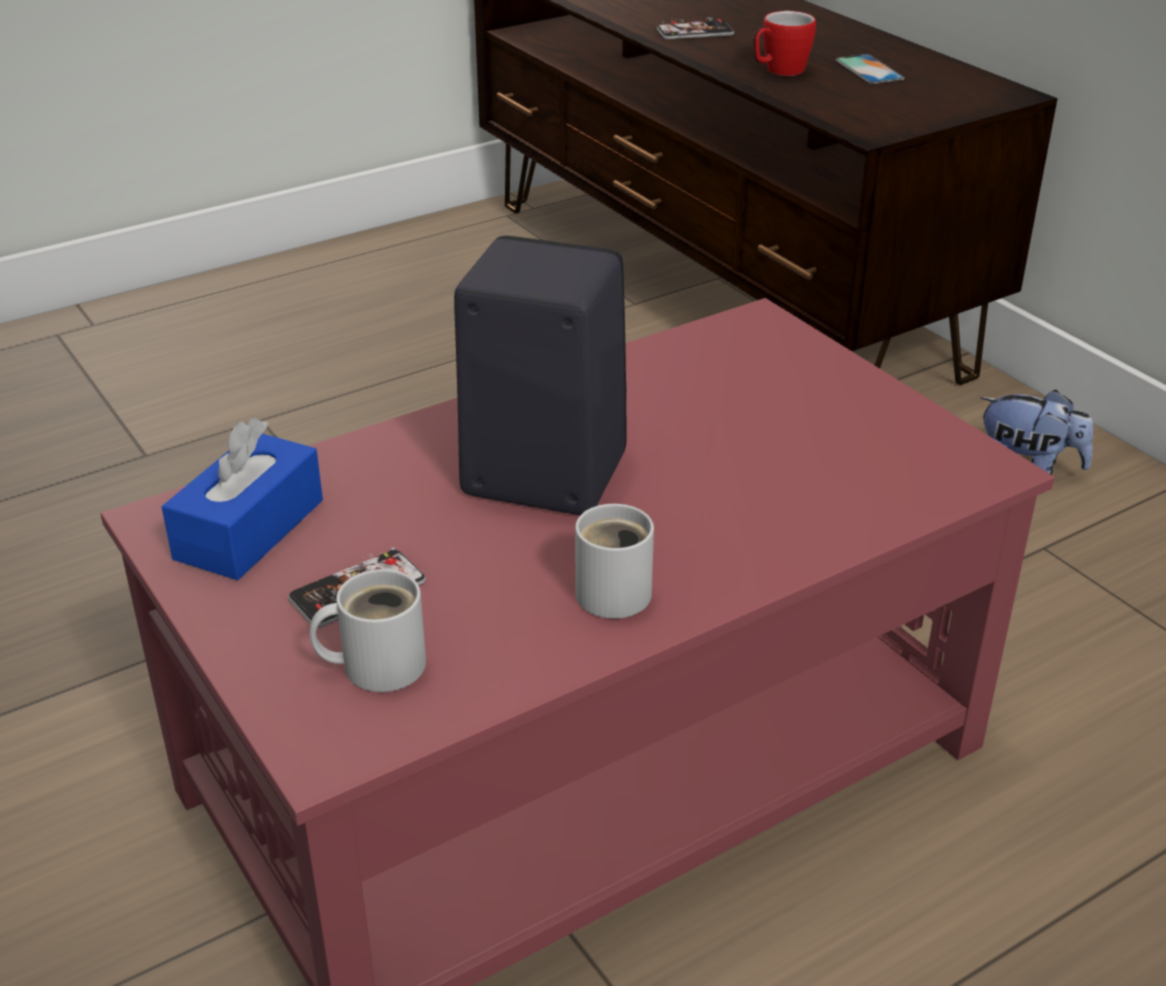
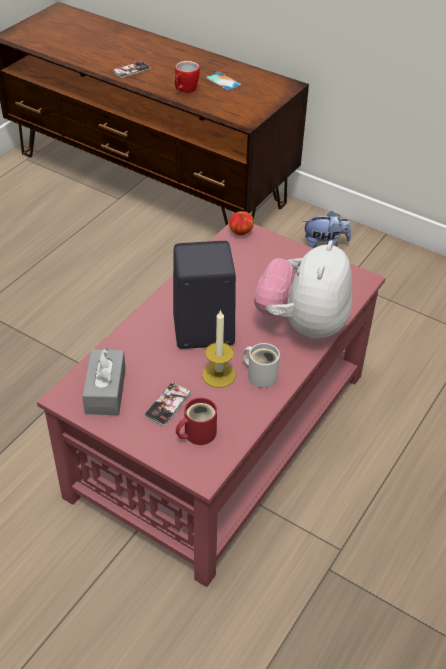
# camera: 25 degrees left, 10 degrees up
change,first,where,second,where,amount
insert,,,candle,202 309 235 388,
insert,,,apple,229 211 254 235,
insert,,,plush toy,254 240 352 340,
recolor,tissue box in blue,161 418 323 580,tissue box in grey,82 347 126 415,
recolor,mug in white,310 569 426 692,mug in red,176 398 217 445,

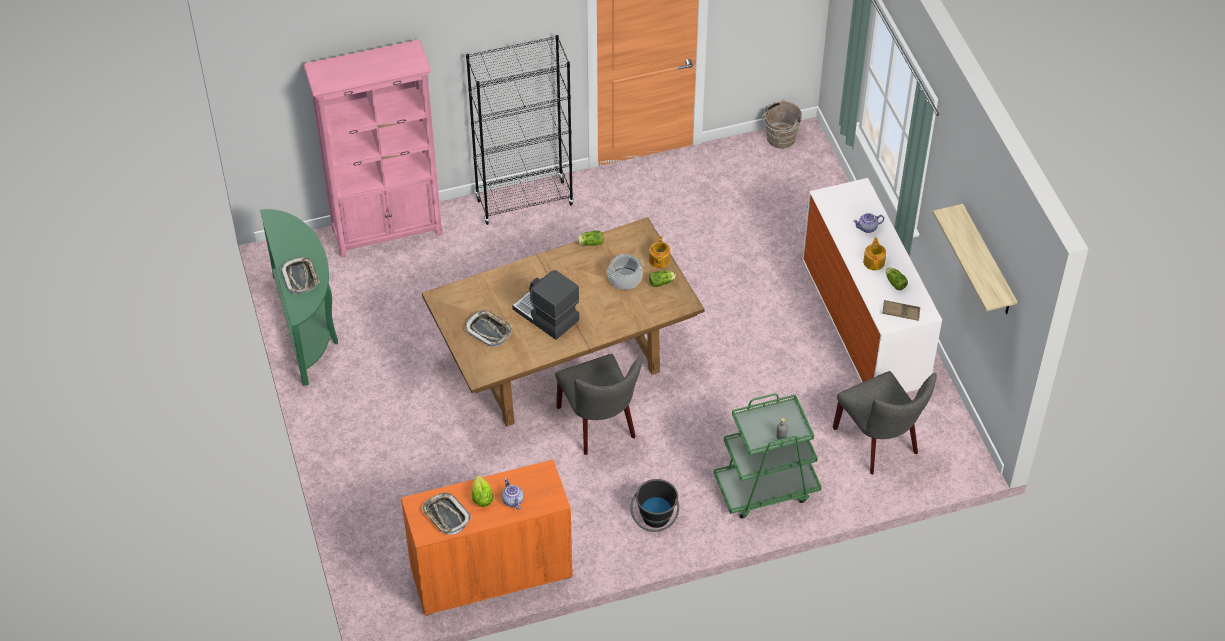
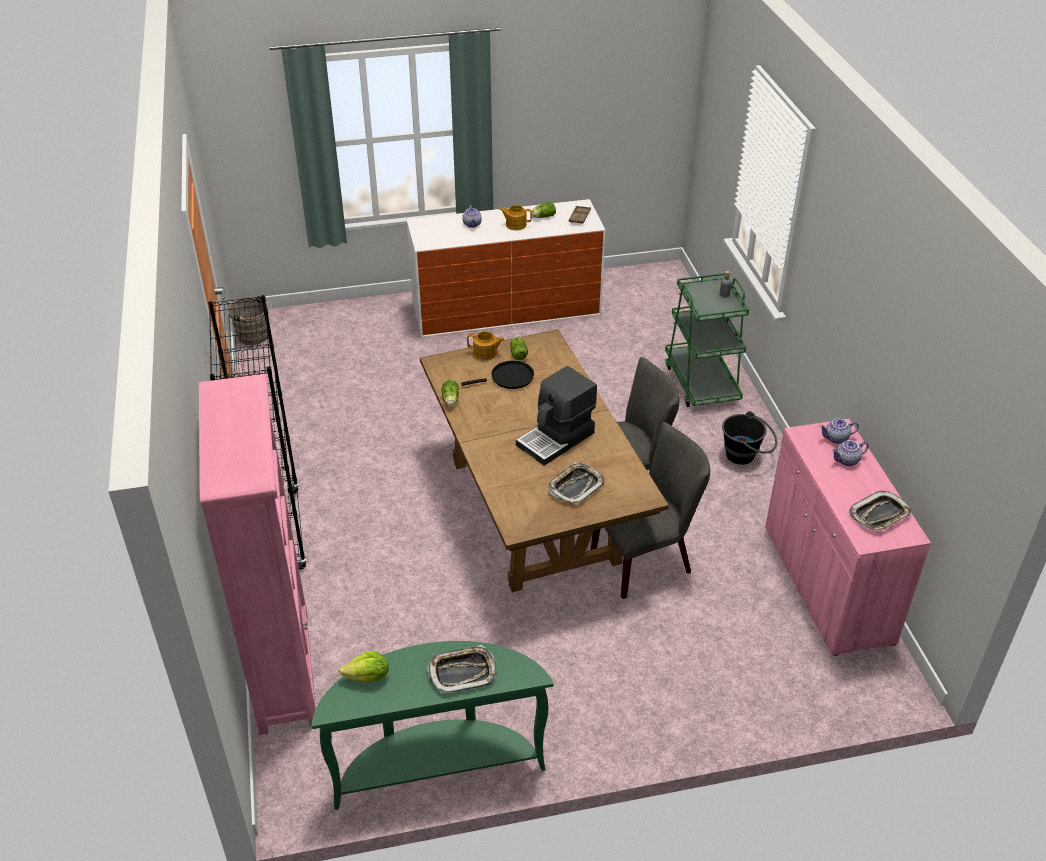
# camera: 85 degrees left, 10 degrees down
change,first,where,second,where,amount
delete,shelf,933 204 1017 314,,,
insert,,,teapot,819 419 859 444,
move,lettuce,472 475 493 507,,339 651 389 682,
move,chair in grey,833 371 937 474,,591 422 710 599,
replace,cooking pot,607 254 644 290,frying pan in black,461 360 534 389,
recolor,cabinet in orange,401 460 573 616,cabinet in pink,765 419 931 656,

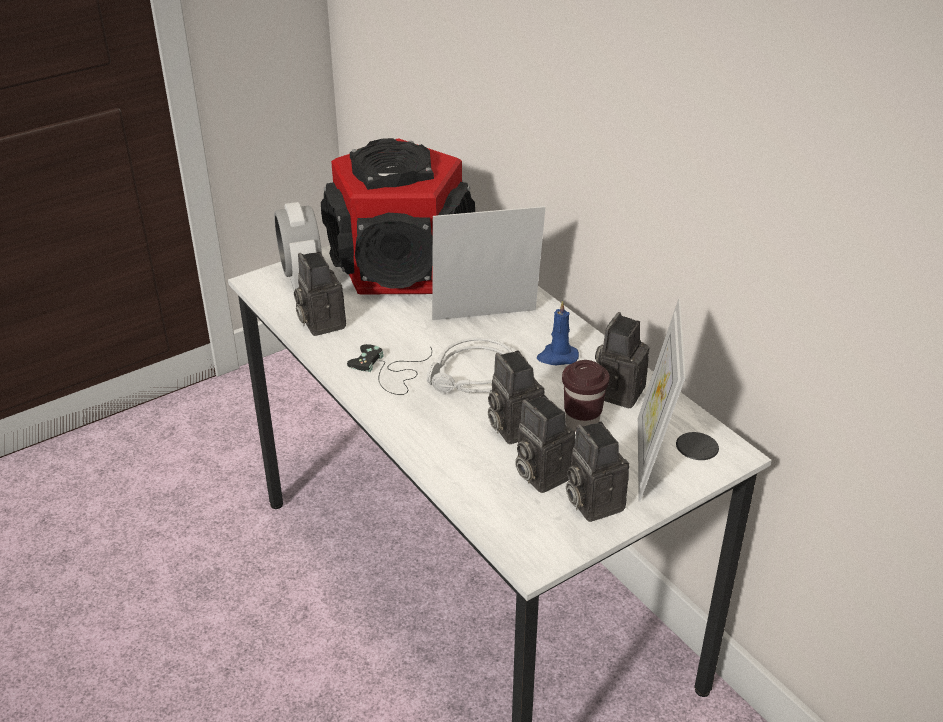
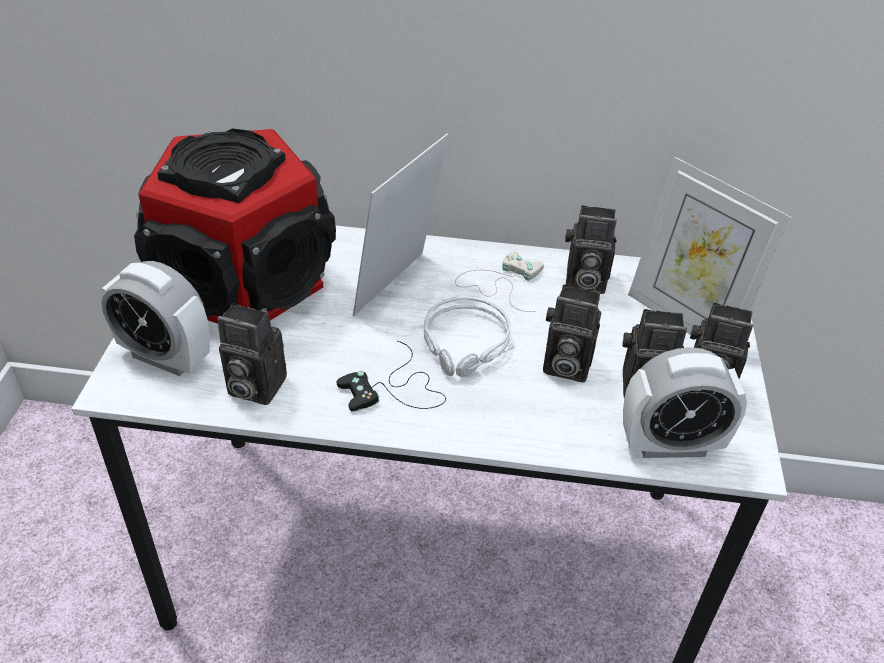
# camera: 50 degrees left, 5 degrees up
change,first,where,second,where,amount
delete,cup in brown,562 360 610 432,,,
insert,,,alarm clock,623 347 747 458,
replace,candle in blue,537 300 579 365,game controller in white,455 252 544 312,
rotate,photo camera,595 312 649 408,,565 205 617 294,60 degrees counterclockwise

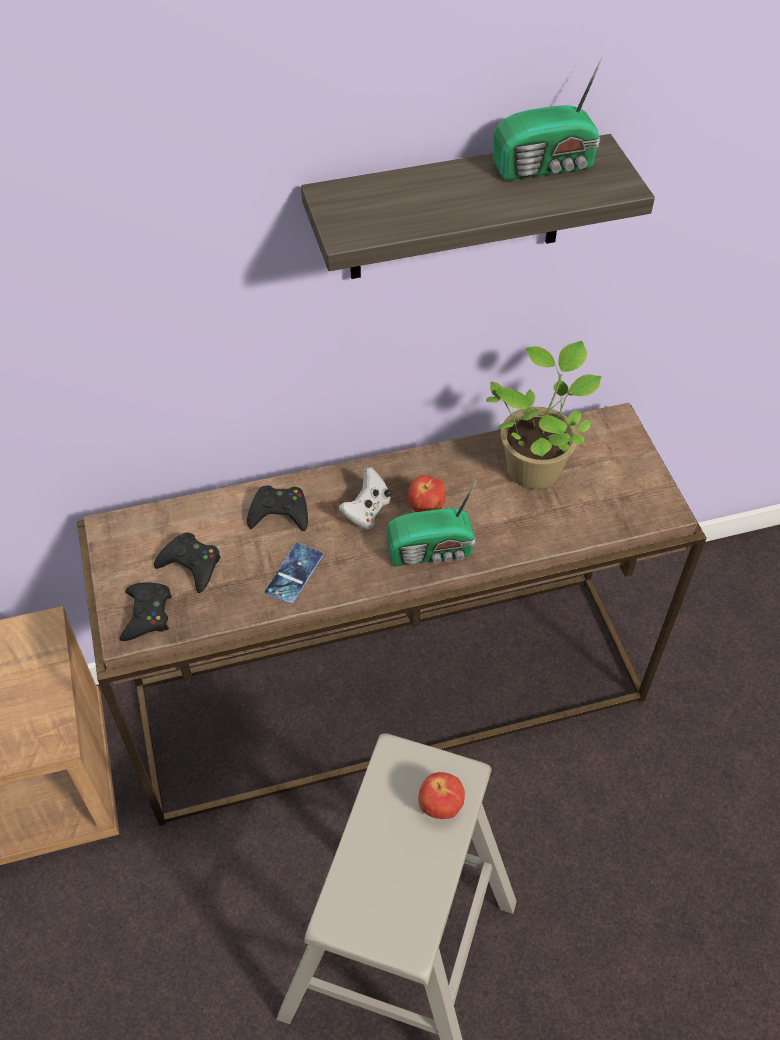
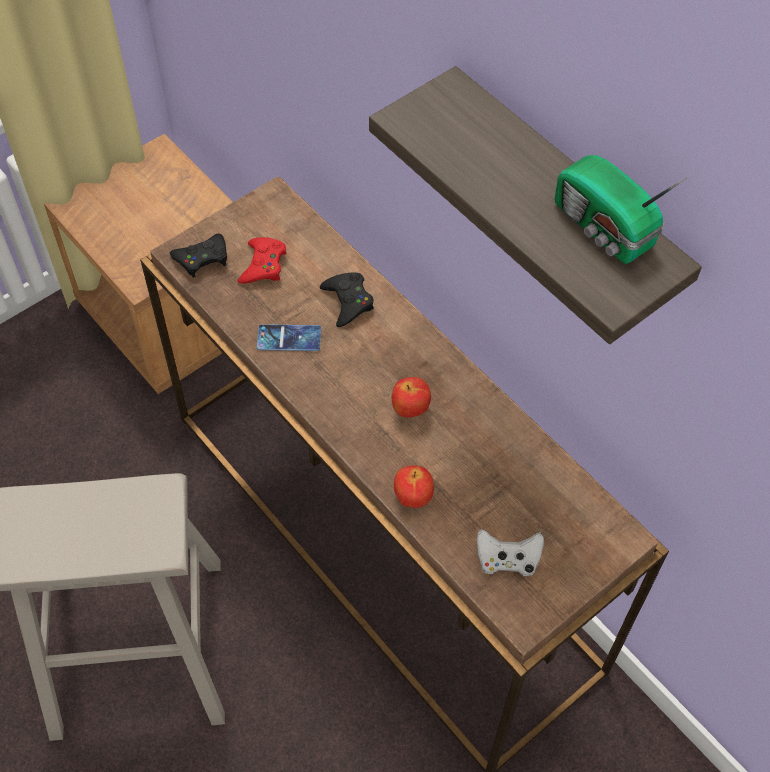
# camera: 65 degrees right, 5 degrees up
change,first,where,second,where,amount
delete,radio,386 479 478 566,,,
delete,potted plant,486 341 602 489,,,
move,game controller in white,338 467 392 529,,477 529 544 576,
move,apple,418 772 465 819,,394 465 434 508,
recolor,game controller in black,154 532 220 593,game controller in red,238 237 286 284,

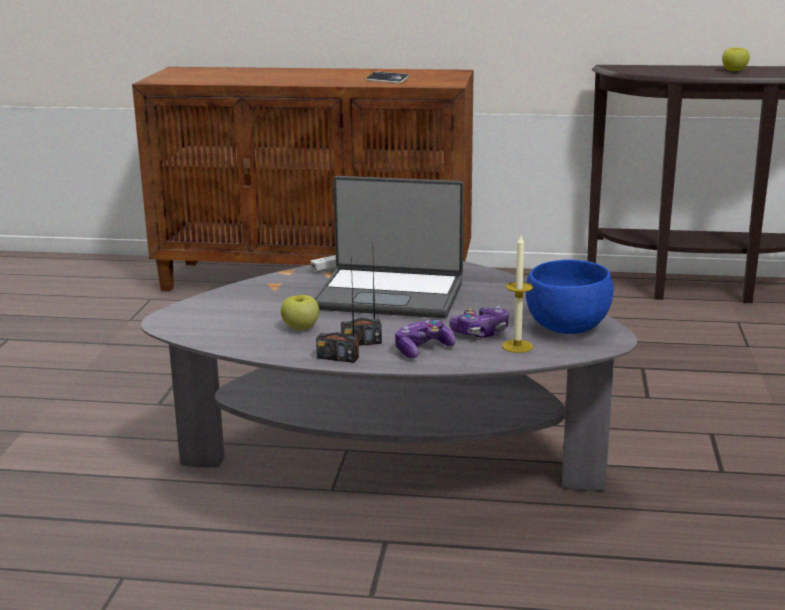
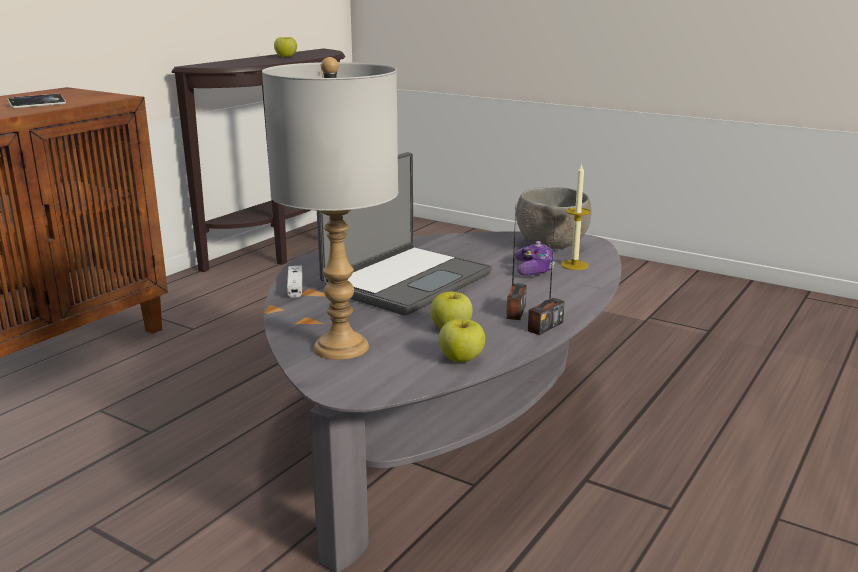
# camera: 65 degrees left, 0 degrees up
change,first,where,second,where,amount
delete,game controller,395 320 456 358,,,
insert,,,table lamp in grey,262 57 398 360,
insert,,,apple,439 319 485 362,
recolor,bowl in blue,526 260 614 334,bowl in grey,516 187 591 249,

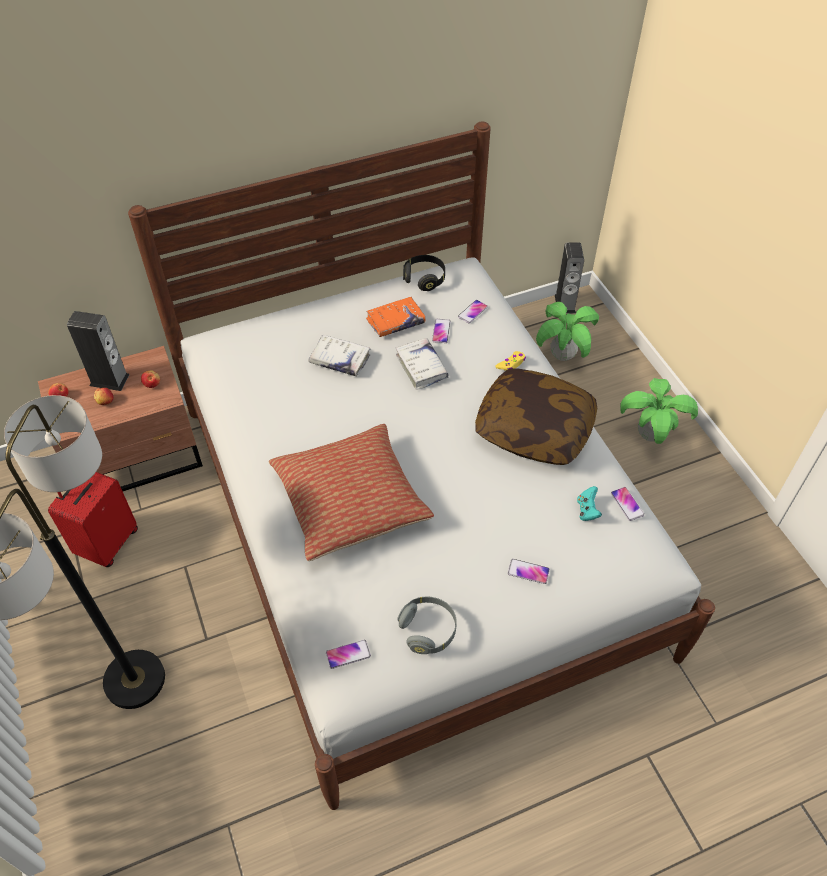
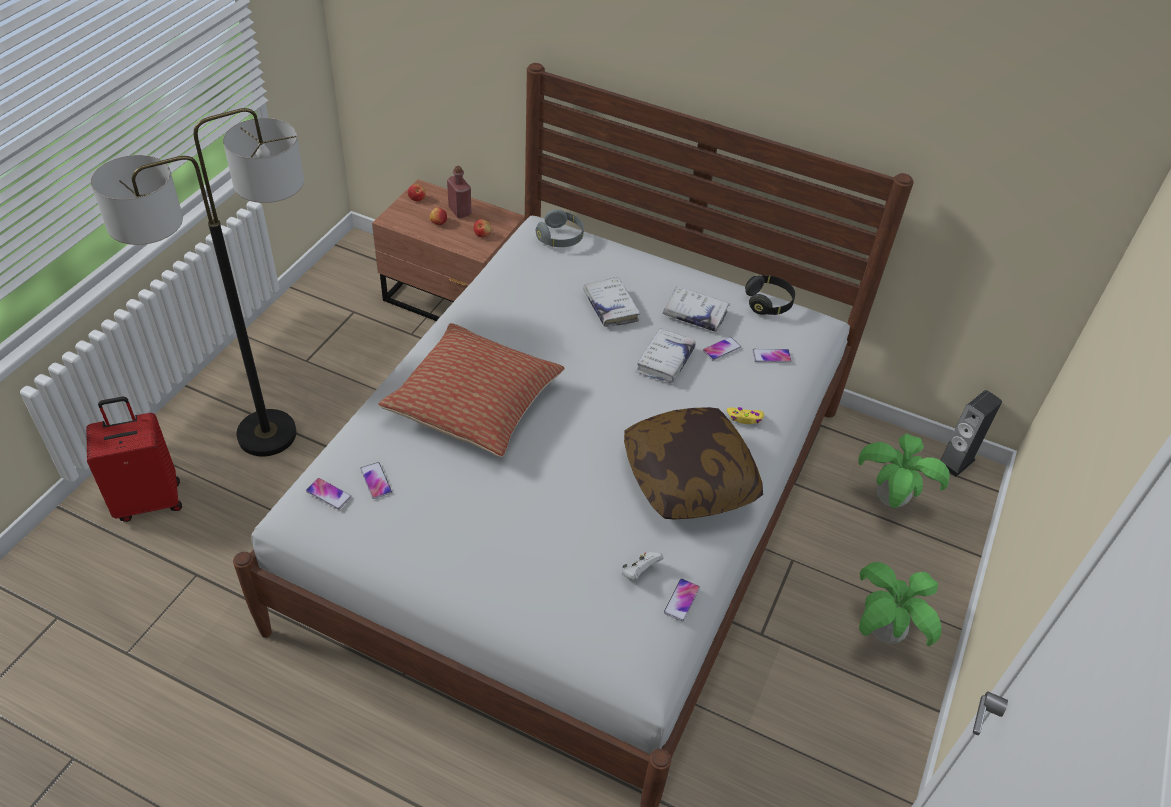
# camera: 45 degrees right, 5 degrees down
change,first,where,second,where,amount
move,suitcase in red,48 472 138 567,,86 397 182 522,
move,headphones in grey,397 597 457 654,,536 209 584 247,
move,phone,508 559 550 584,,360 462 392 499,
replace,speaker,67 311 130 391,bottle in red,447 166 471 218,
recolor,book in orange,366 297 426 337,book in white,663 287 730 332,
recolor,game controller in turquoise,577 486 602 521,game controller in white,622 552 663 580,

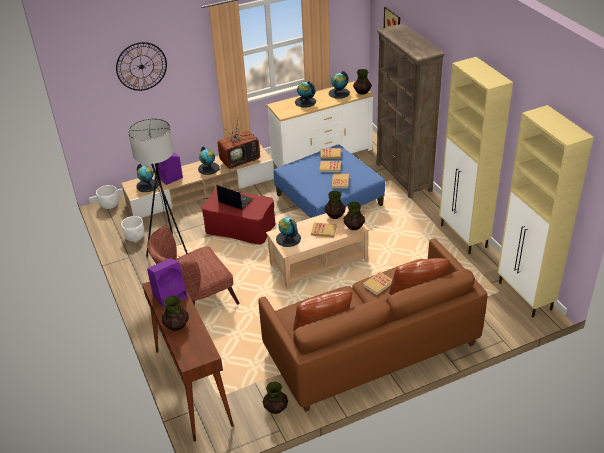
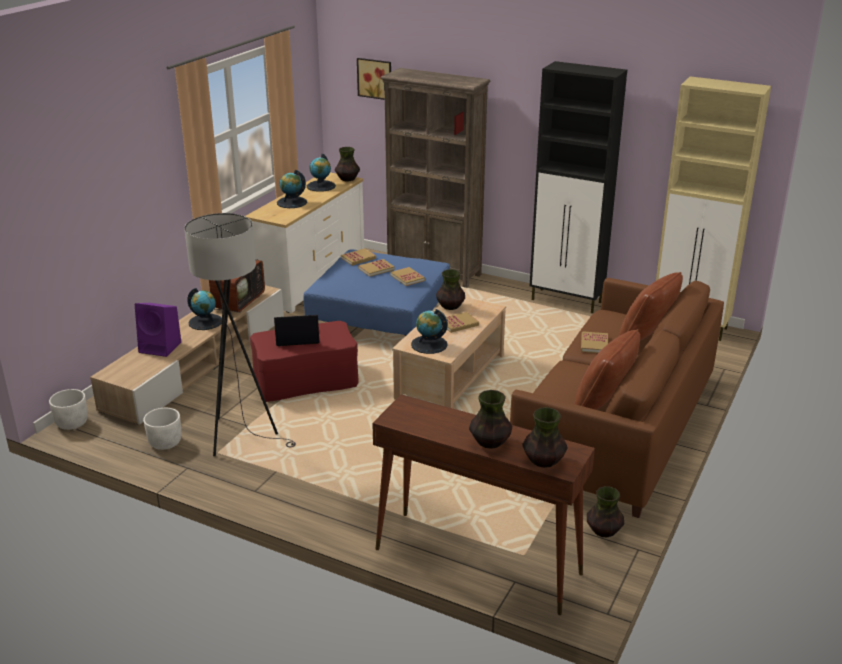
# camera: 40 degrees left, 10 degrees down
change,first,where,second,where,amount
delete,wall clock,116 42 167 91,,,
delete,globe,136 164 159 192,,,
delete,armchair in brown,147 225 239 306,,,
delete,speaker in purple,147 258 188 308,,,
move,vase,344 201 365 230,,522 407 567 468,
recolor,cabinet in beige,439 57 513 254,cabinet in black,530 61 627 313,

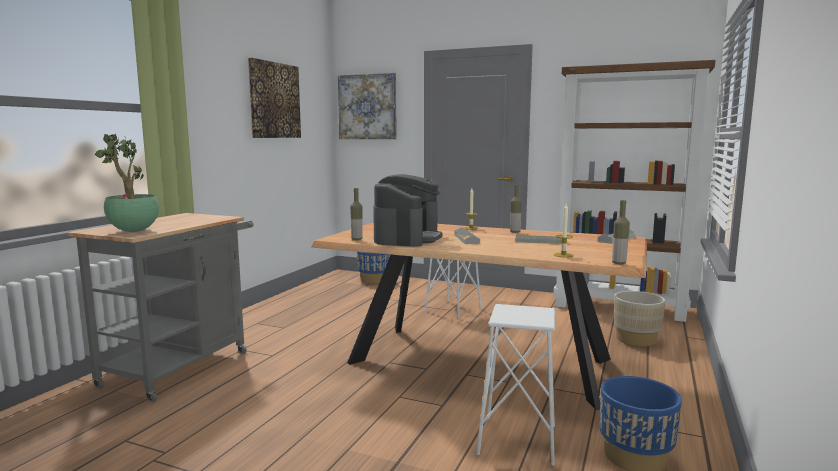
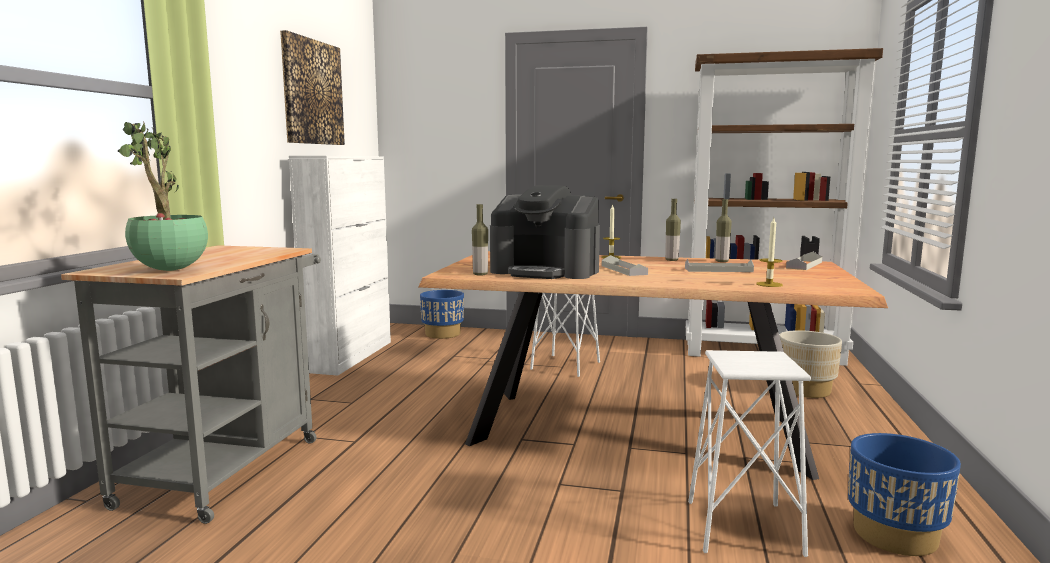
# camera: 10 degrees left, 0 degrees up
change,first,where,second,where,amount
delete,picture,338 73 397 139,,,
insert,,,cabinet in white,289 156 391 376,
move,bottle,612 200 630 264,,715 199 732 262,
rotate,coffee machine,373 174 442 247,,490 185 600 279,105 degrees clockwise

